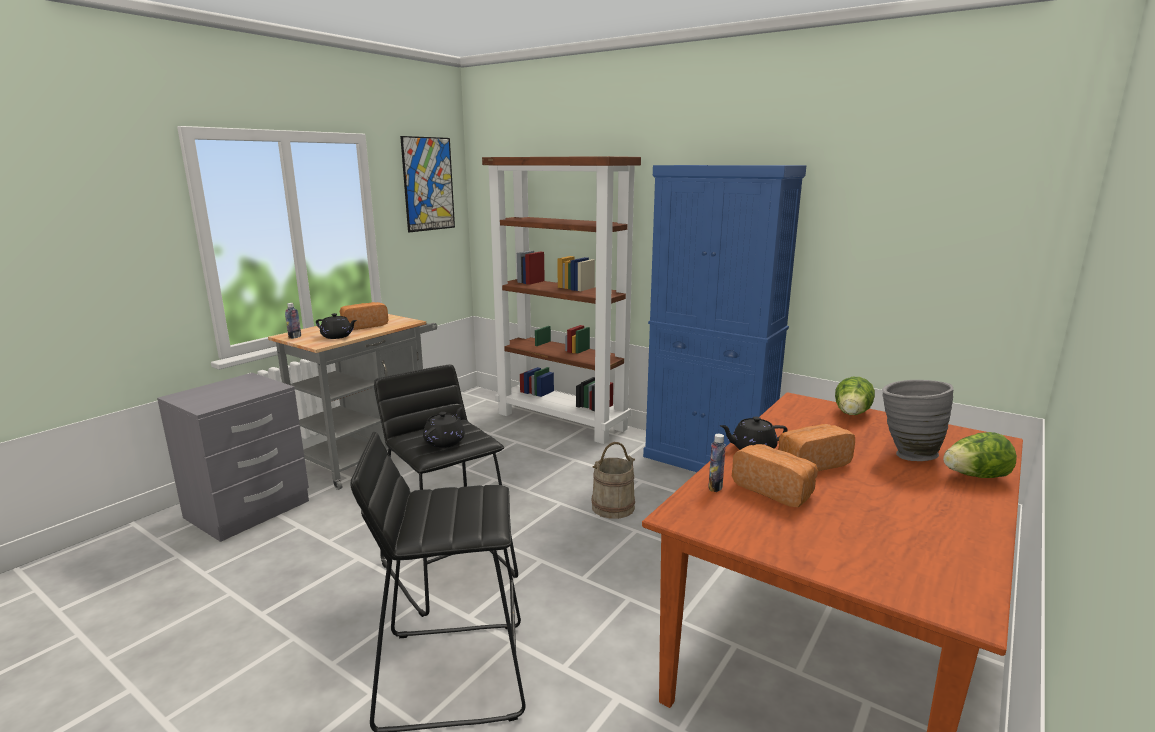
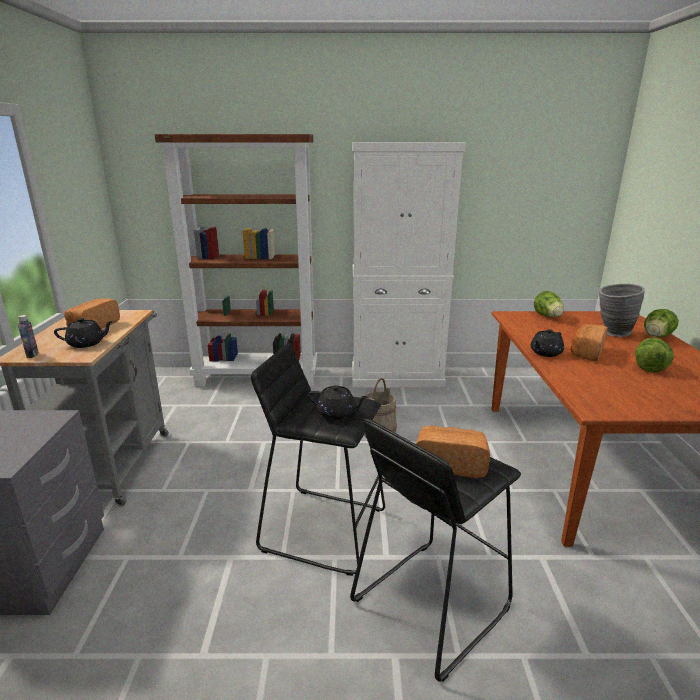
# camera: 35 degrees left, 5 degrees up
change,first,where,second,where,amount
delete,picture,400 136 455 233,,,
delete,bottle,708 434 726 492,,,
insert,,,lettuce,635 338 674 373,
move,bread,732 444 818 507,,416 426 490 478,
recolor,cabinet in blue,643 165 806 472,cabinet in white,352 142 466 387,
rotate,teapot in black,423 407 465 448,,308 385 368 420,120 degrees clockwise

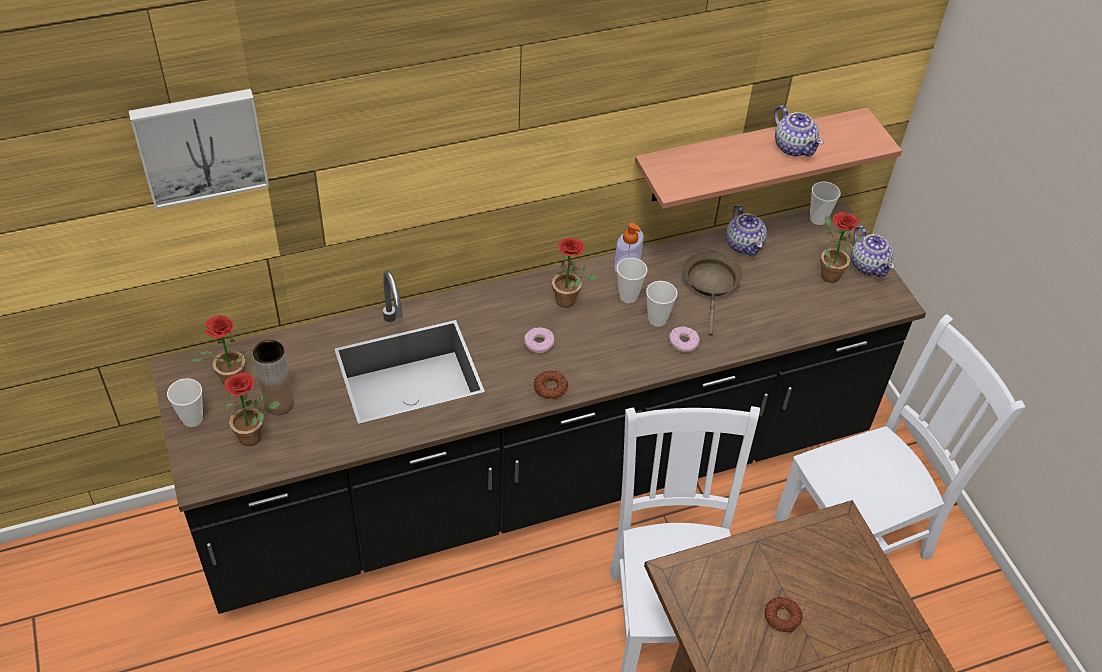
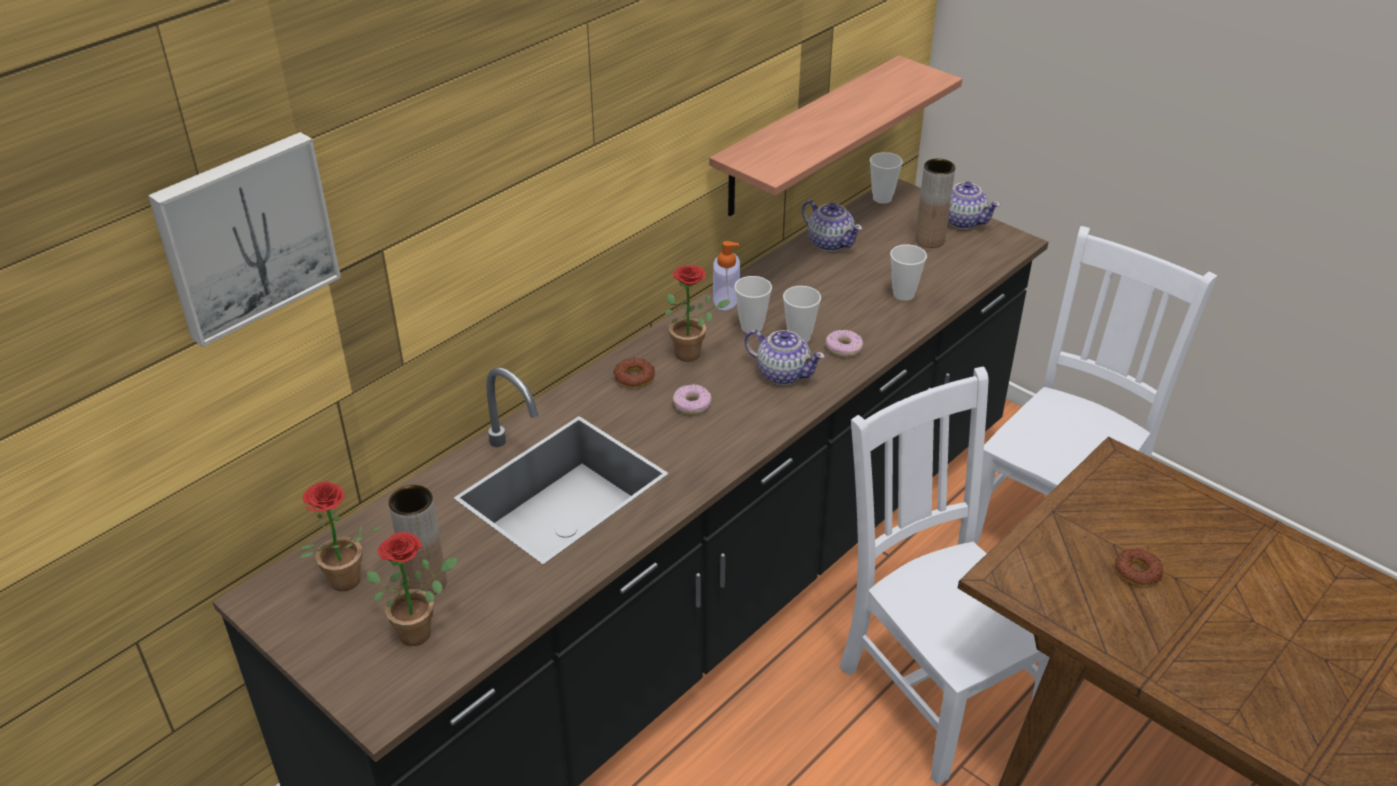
# camera: 25 degrees left, 10 degrees down
change,first,where,second,where,amount
delete,frying pan in brown,683 250 743 336,,,
move,cup,167 378 203 427,,890 244 927 301,
move,donut,534 370 568 399,,614 357 655 388,
move,teapot,774 105 823 156,,744 330 825 385,
replace,potted plant,821 212 862 283,vase in brown,915 158 955 248,

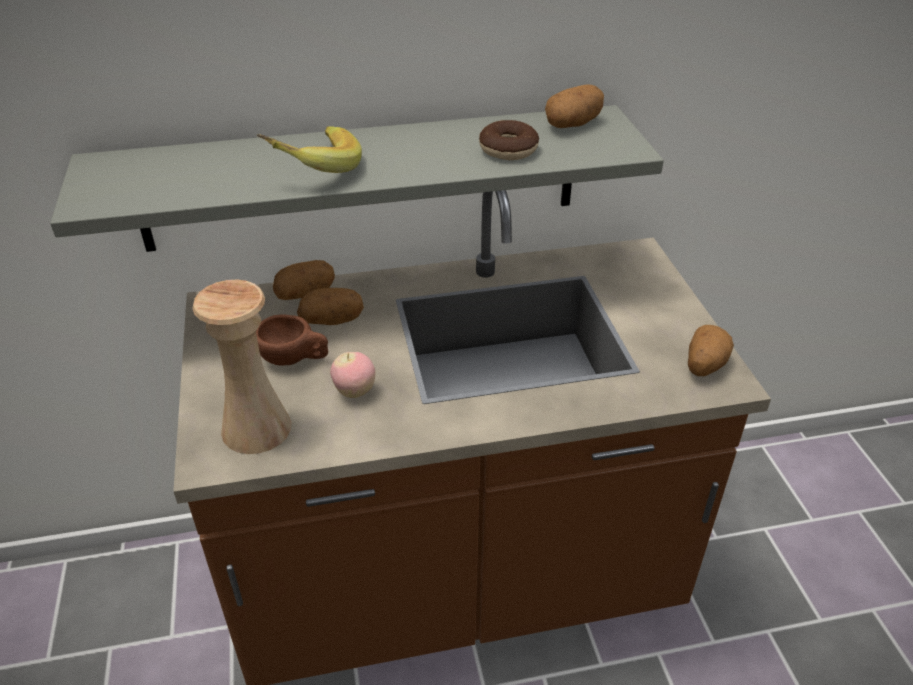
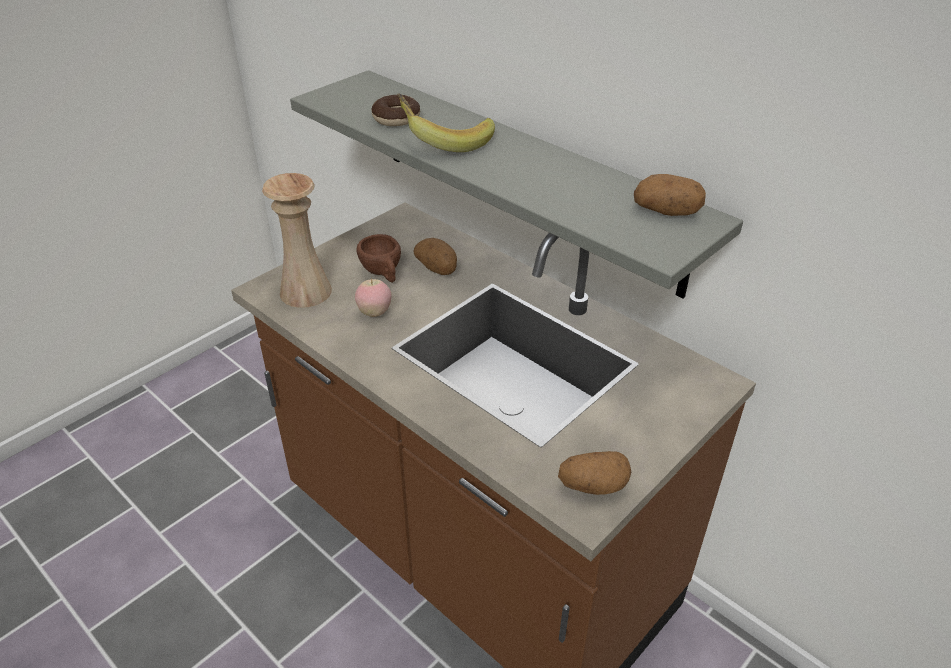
# camera: 55 degrees right, 0 degrees up
change,first,where,second,where,amount
delete,potato,273 260 335 300,,,
move,donut,479 120 539 160,,371 95 420 126,

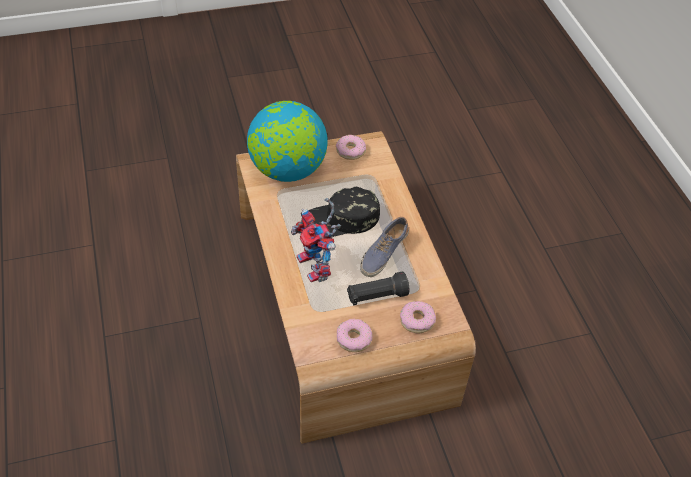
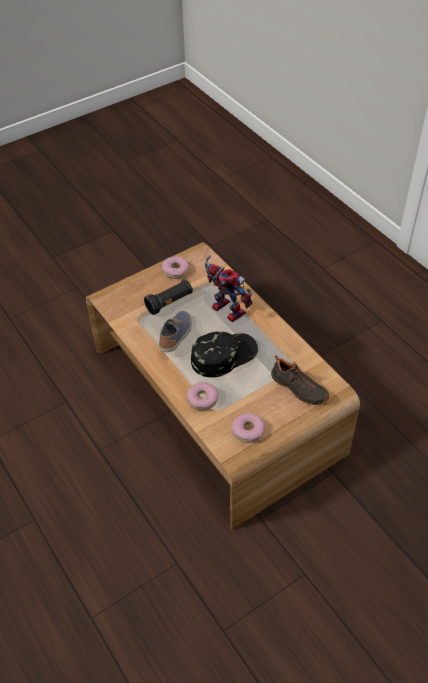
# camera: 165 degrees right, 0 degrees up
change,first,where,second,where,amount
move,donut,400 301 436 333,,186 382 218 410,
replace,globe,247 101 327 182,shoe in black,271 355 330 405,

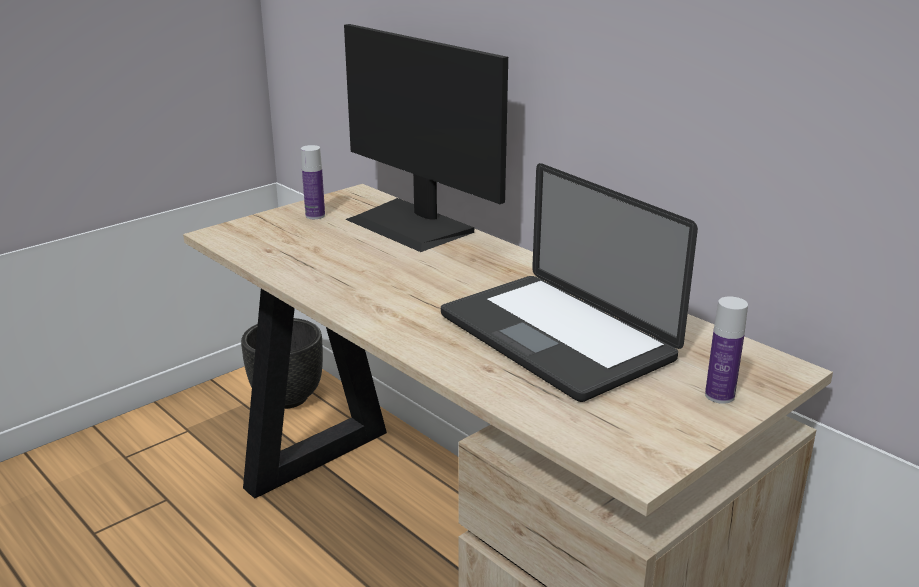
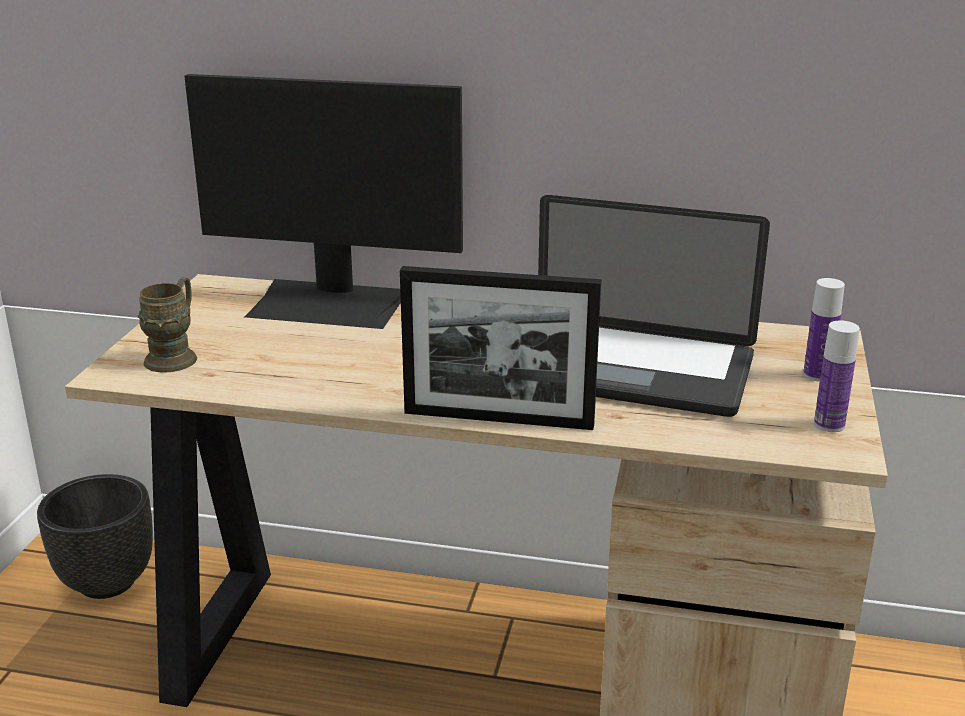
# camera: 35 degrees left, 0 degrees up
change,first,where,second,where,amount
insert,,,mug in brown,137 277 197 372,
insert,,,picture frame,400 266 601 430,
move,bottle,301 145 325 219,,814 320 860 432,

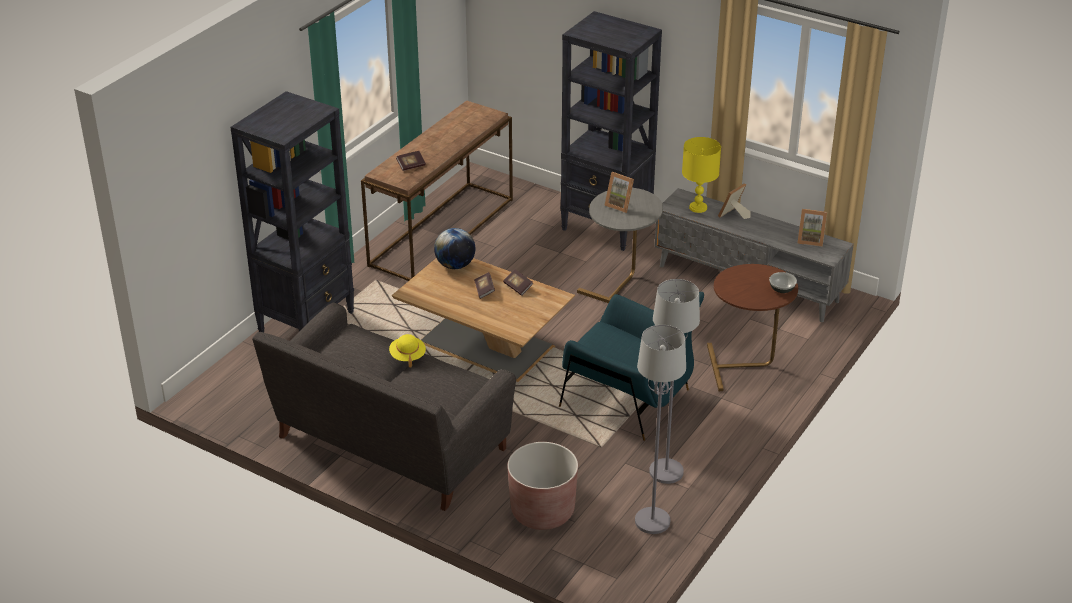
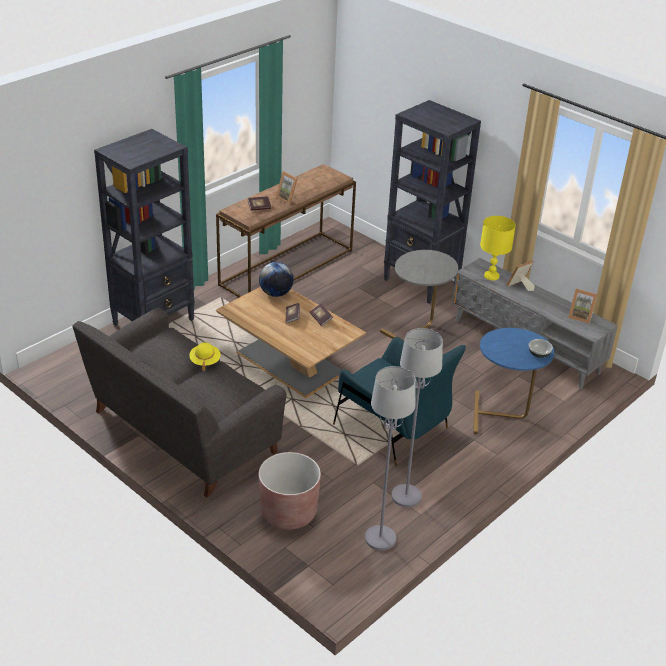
# camera: 10 degrees right, 0 degrees up
change,first,where,second,where,amount
move,picture frame,605 172 634 213,,276 171 298 205,
recolor,side table in brown,707 264 798 391,side table in blue,473 328 554 434,

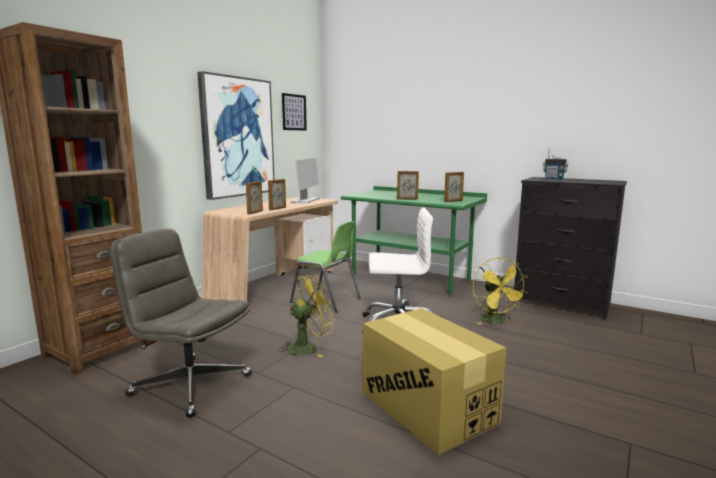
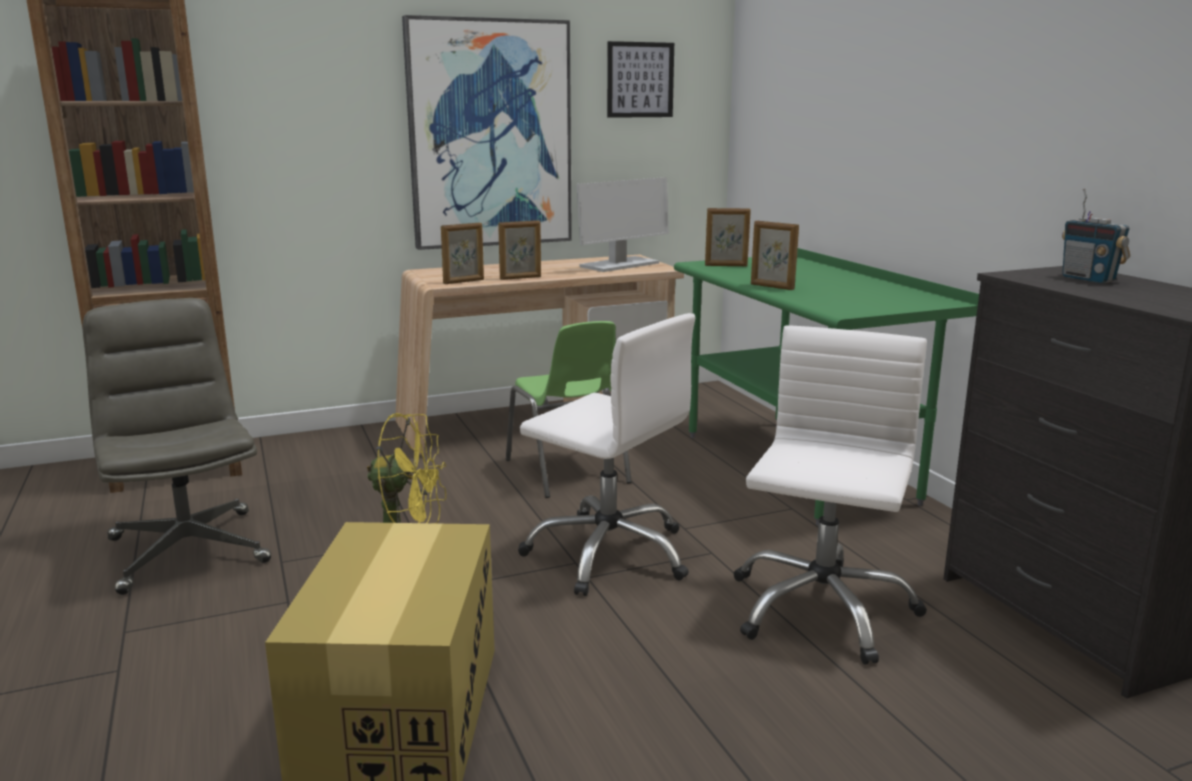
# camera: 35 degrees right, 5 degrees up
change,first,where,second,where,amount
move,picture frame,444 172 464 202,,705 208 751 266,
replace,fan in yellow,473 258 528 324,office chair in white,733 325 927 665,

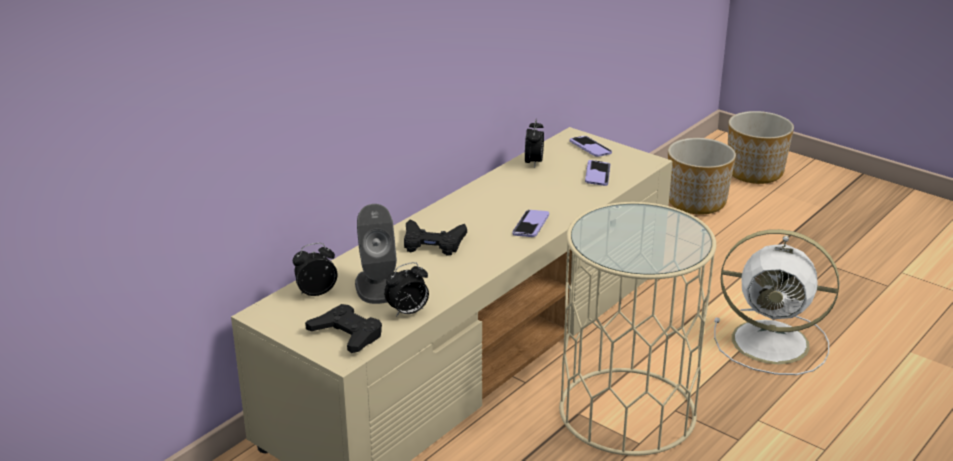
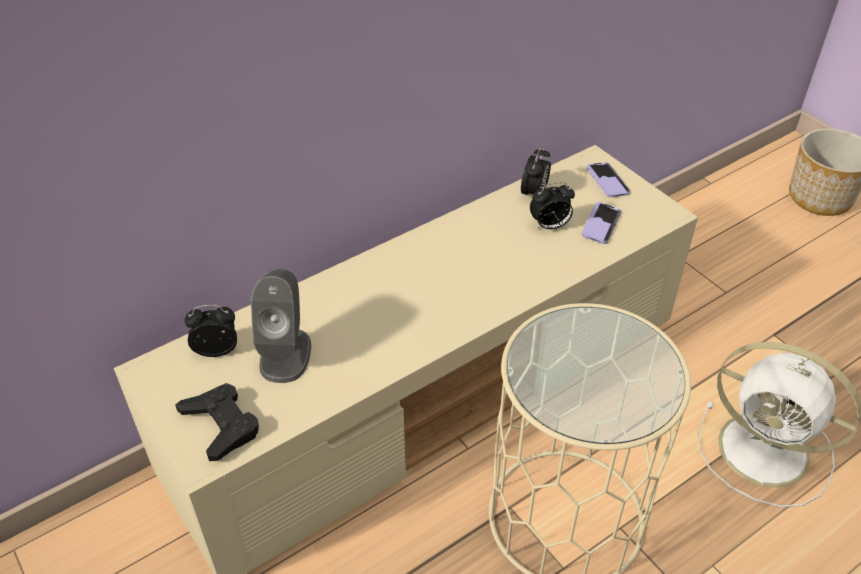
# camera: 15 degrees right, 15 degrees up
change,first,where,second,where,amount
delete,game controller in black,404 219 467 256,,,
delete,phone,512 210 549 237,,,
delete,planter,668 138 736 214,,,
move,alarm clock,384 262 429 317,,530 182 575 230,

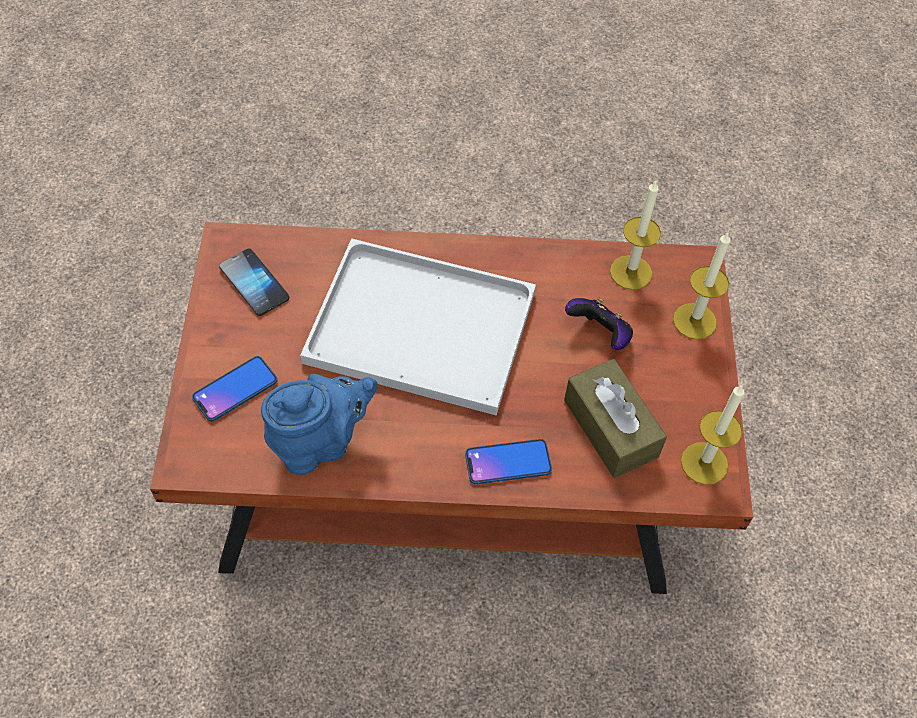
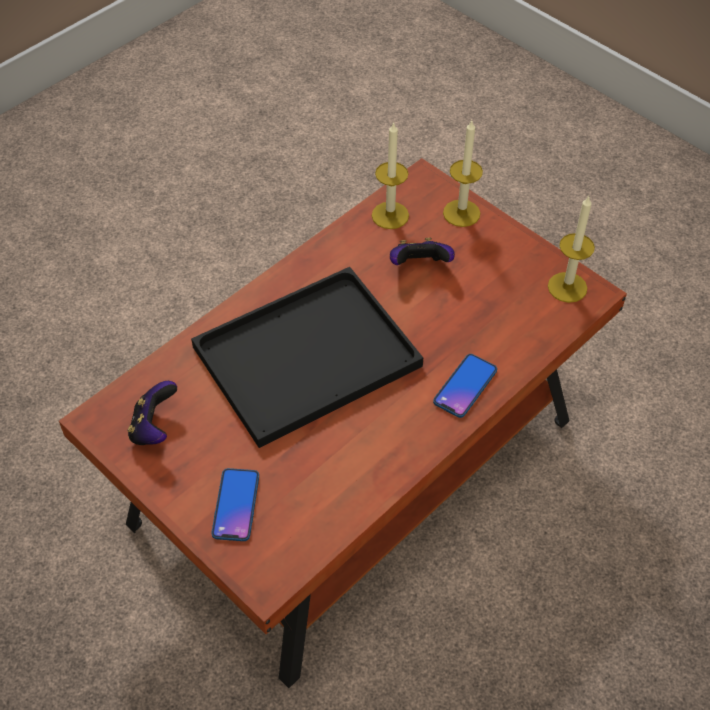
# camera: 45 degrees left, 5 degrees down
change,first,where,second,where,amount
delete,teapot in blue,261 374 377 475,,,
delete,tissue box in brown,564 359 667 478,,,
replace,phone,219 248 290 316,game controller,128 381 177 445,
recolor,tray in white,300 238 536 416,tray in black,191 267 423 448,

